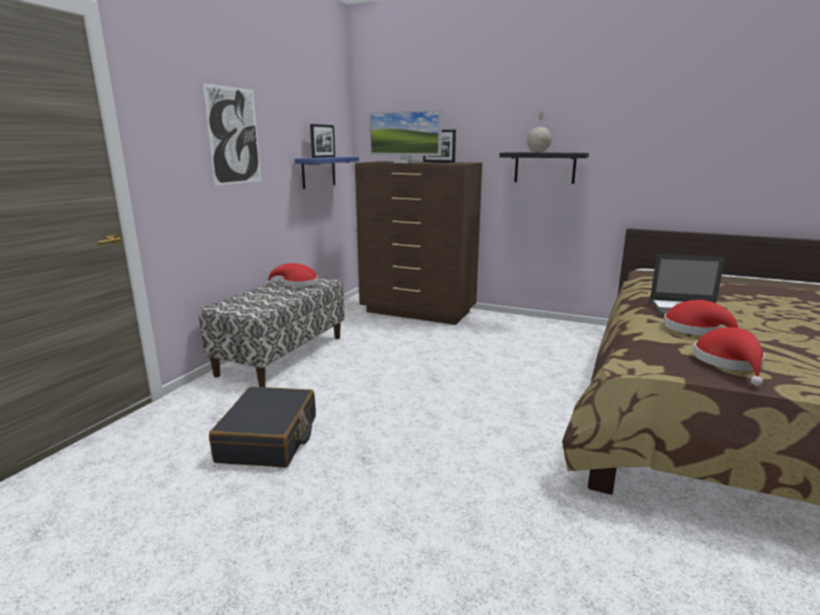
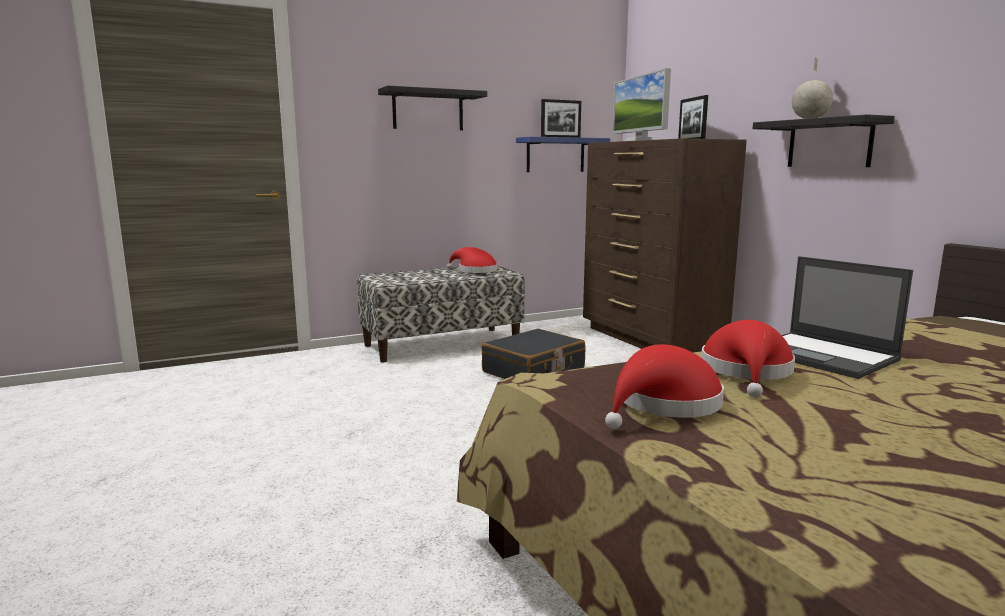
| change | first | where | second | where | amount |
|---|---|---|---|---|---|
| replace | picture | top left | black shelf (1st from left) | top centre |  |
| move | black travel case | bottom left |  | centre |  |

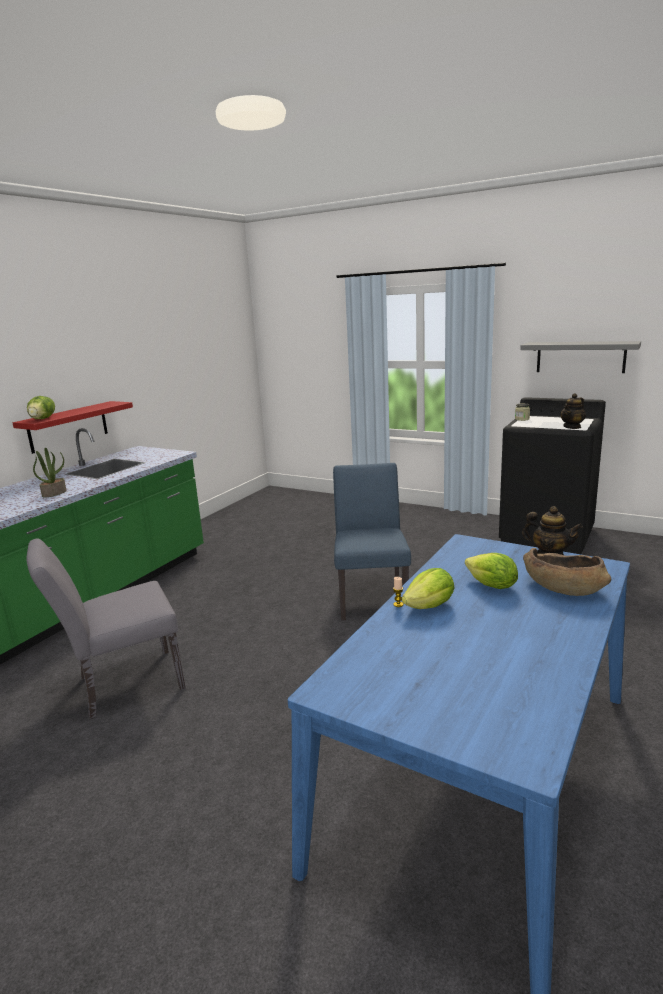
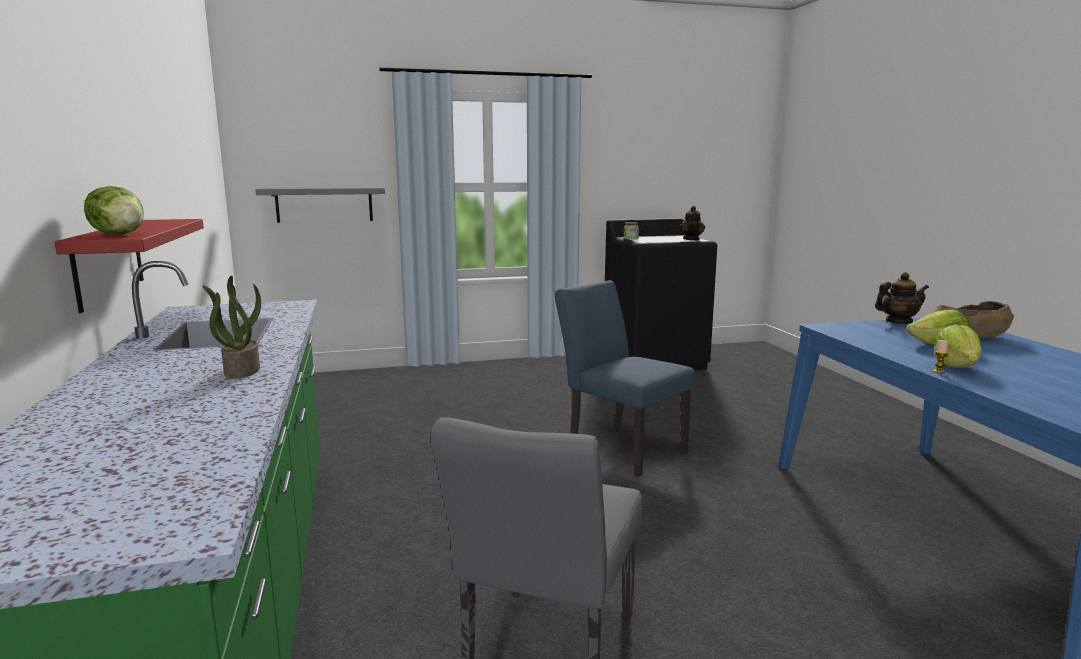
| change | first | where | second | where | amount |
|---|---|---|---|---|---|
| move | gray shelf | middle right |  | top left |  |

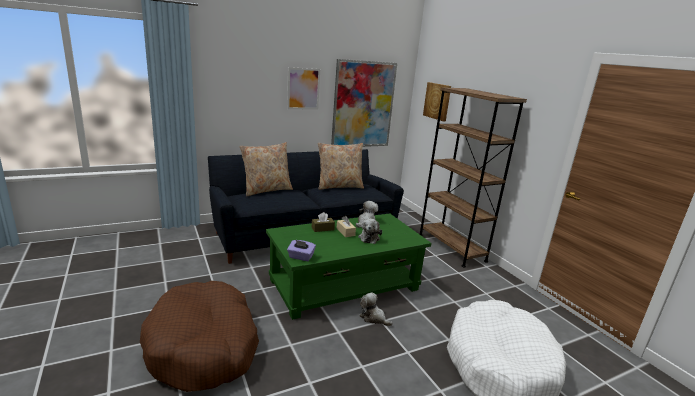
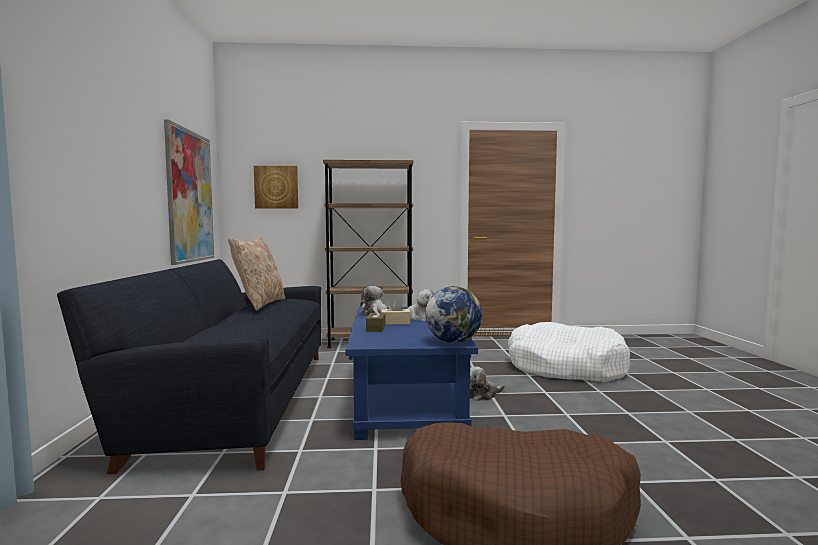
| change | first | where | second | where | amount |
|---|---|---|---|---|---|
| delete | picture (1st from left) | top centre |  |  |  |
| delete | beige-coloured throw pillow (1st from left) | centre |  |  |  |
| recolor | green-coloured low table | bottom centre | bluish low table | bottom centre |  |
| replace | purple tissue box | centre | globe | centre |  |

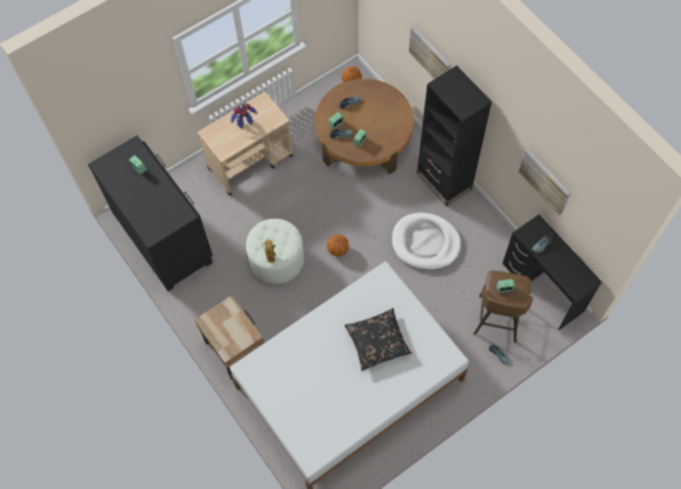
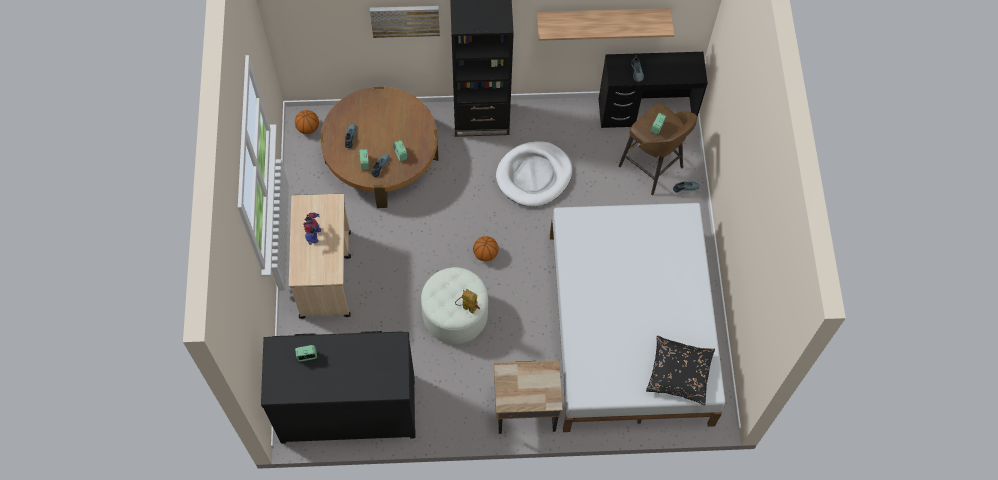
| change | first | where | second | where | amount |
|---|---|---|---|---|---|
| replace | picture (2nd from left) | middle right | shelf | top centre |  |
| move | black throw pillow | bottom centre |  | bottom right |  |

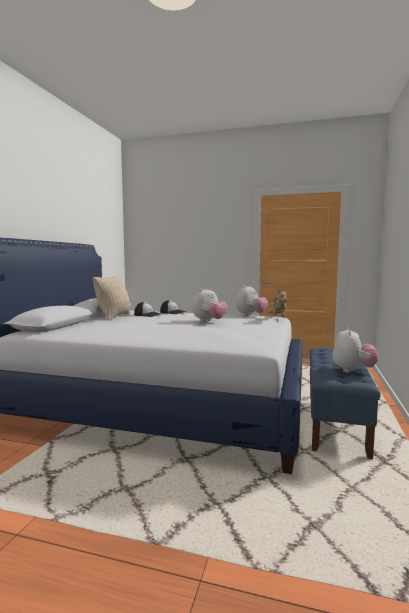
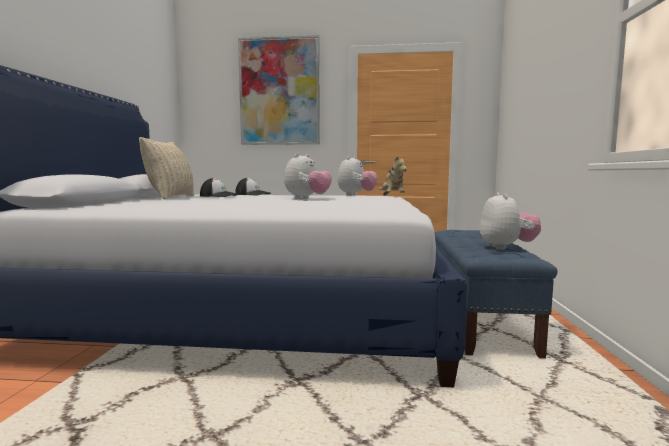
| change | first | where | second | where | amount |
|---|---|---|---|---|---|
| insert |  |  | picture | top centre |  |

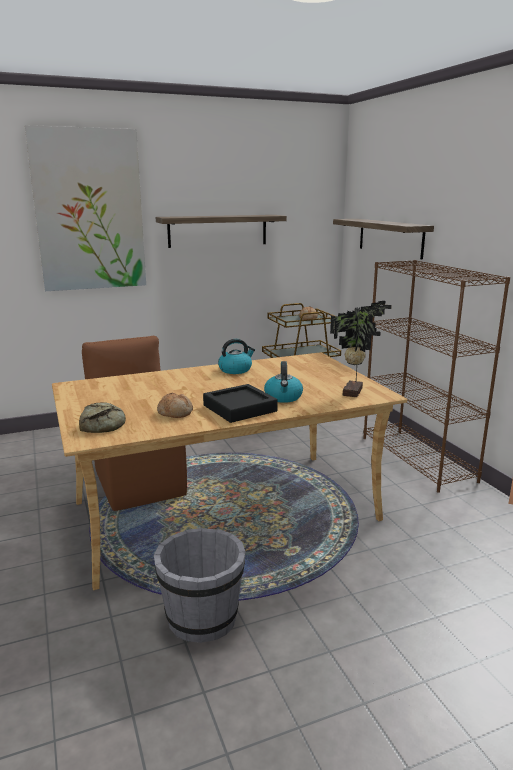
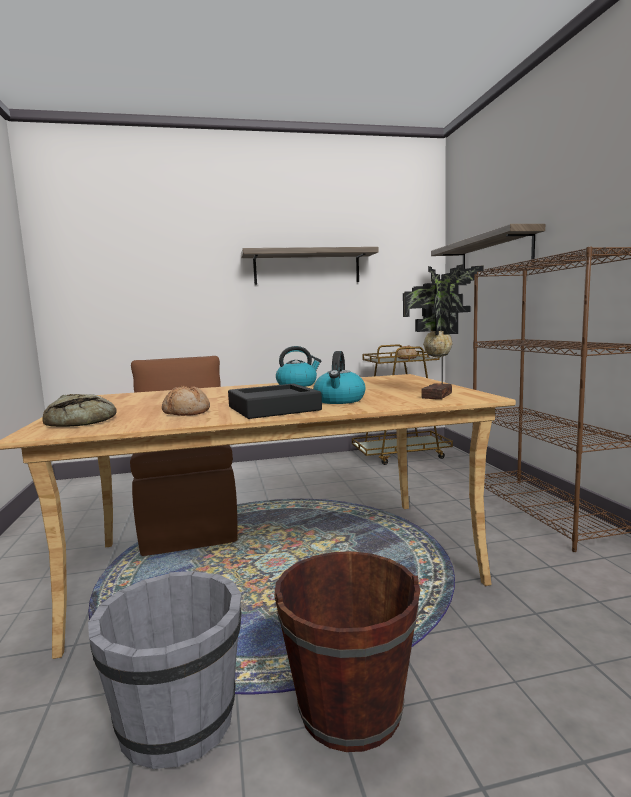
| change | first | where | second | where | amount |
|---|---|---|---|---|---|
| delete | picture | top left |  |  |  |
| insert |  |  | brownish bucket | bottom centre |  |

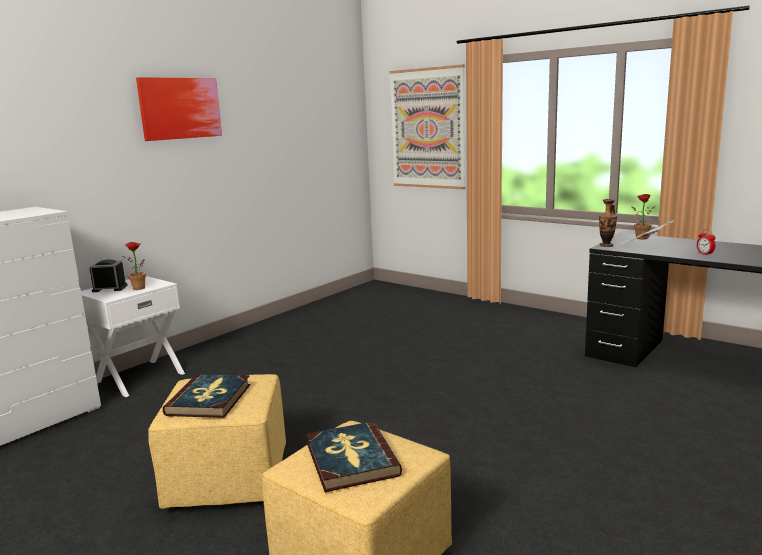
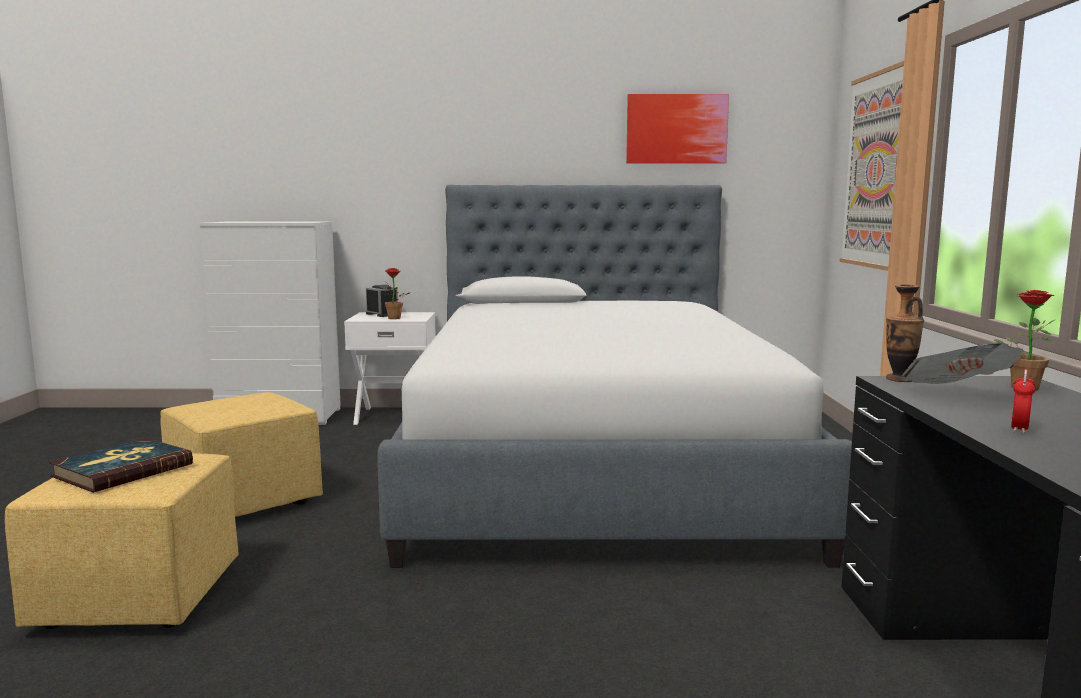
| change | first | where | second | where | amount |
|---|---|---|---|---|---|
| move | picture (1st from left) | top left |  | top centre |  |
| delete | bound book (1st from left) | bottom left |  |  |  |
| insert |  |  | bedroom bed | centre |  |

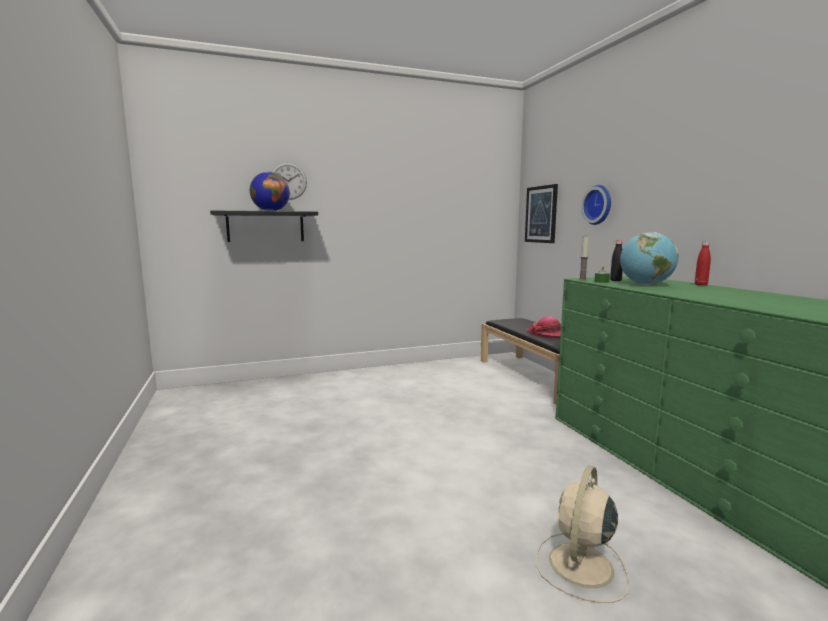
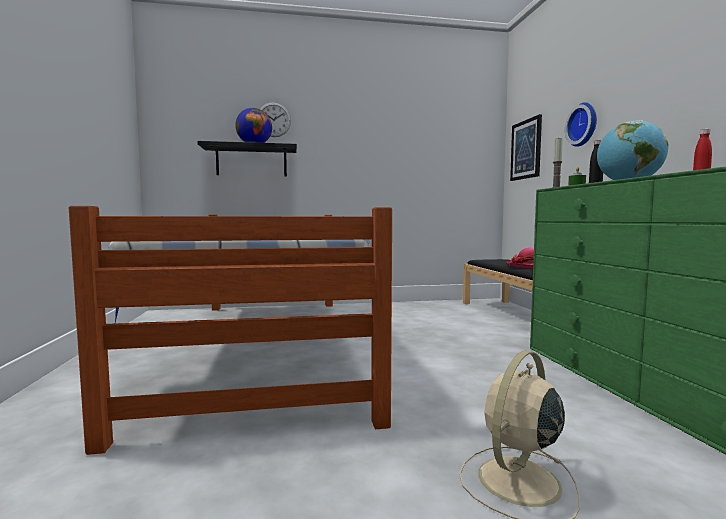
| change | first | where | second | where | amount |
|---|---|---|---|---|---|
| insert |  |  | bedroom bed | middle left |  |

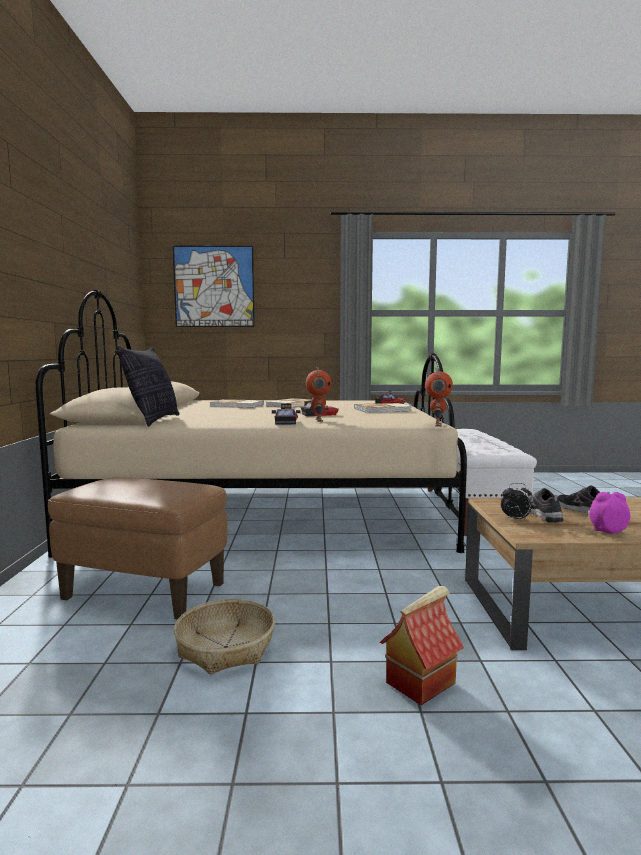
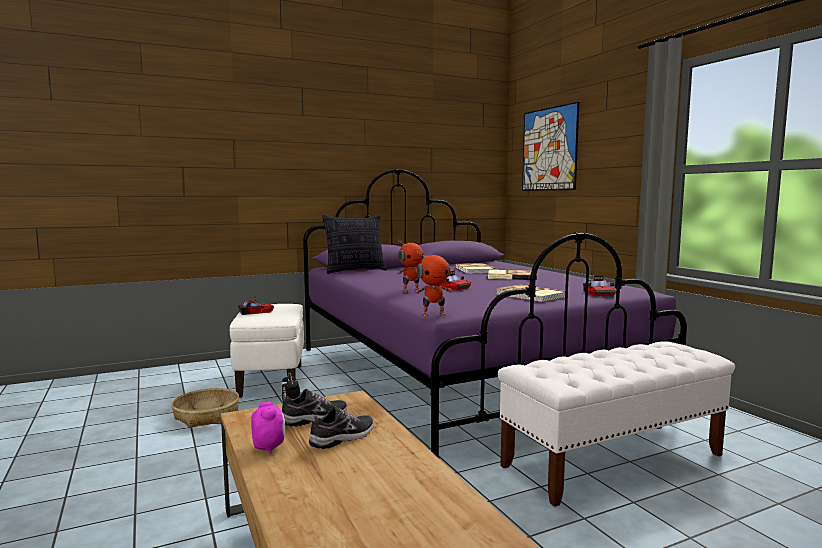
| change | first | where | second | where | amount |
|---|---|---|---|---|---|
| recolor | beige-coloured bedroom bed | centre | purple bedroom bed | centre |  |
| move | toy car (1st from left) | centre |  | middle left |  |
| recolor | brownish ottoman | middle left | white-coloured ottoman | middle left |  |
| delete | model house | bottom centre |  |  |  |

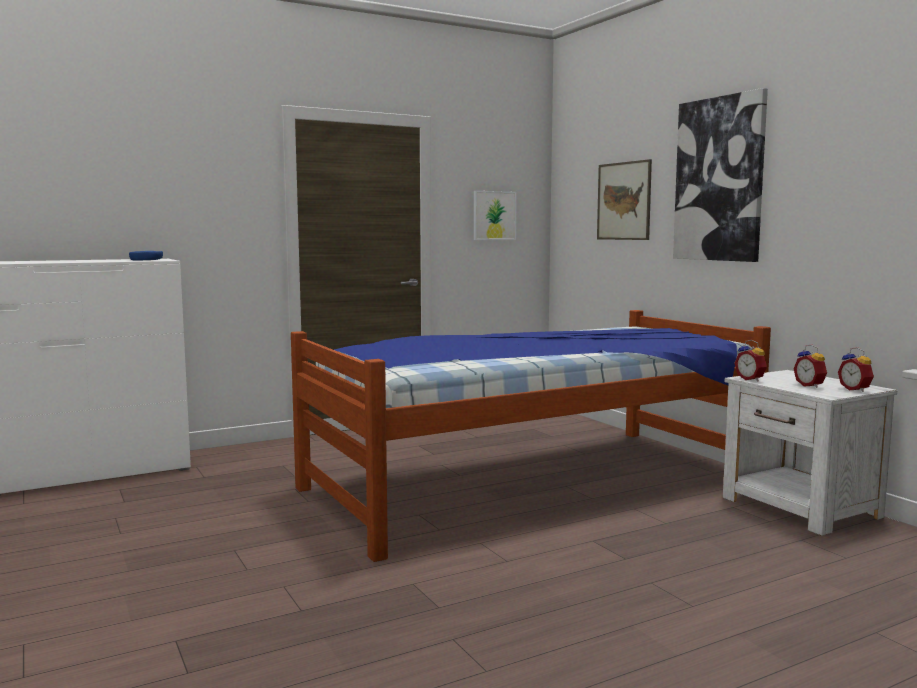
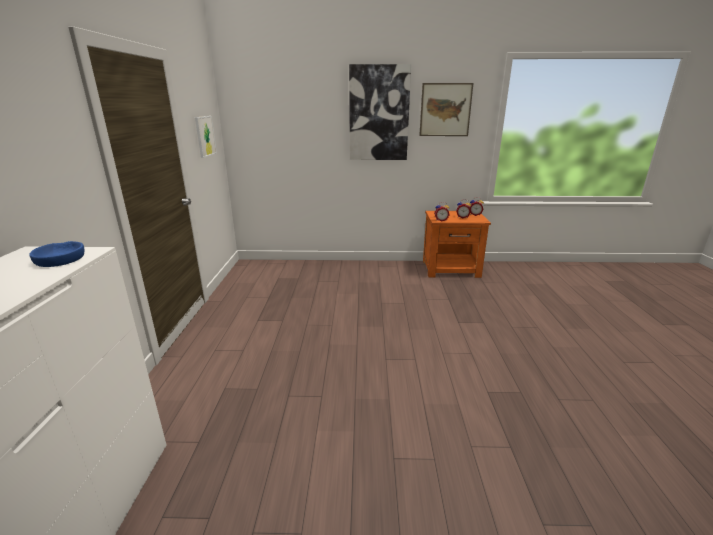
| change | first | where | second | where | amount |
|---|---|---|---|---|---|
| move | picture (2nd from left in the first image) | top right | picture (3rd from left) | top centre |  |
| delete | bedroom bed | centre |  |  |  |
| recolor | white-coloured bedside table | middle right | orange-coloured bedside table | centre |  |

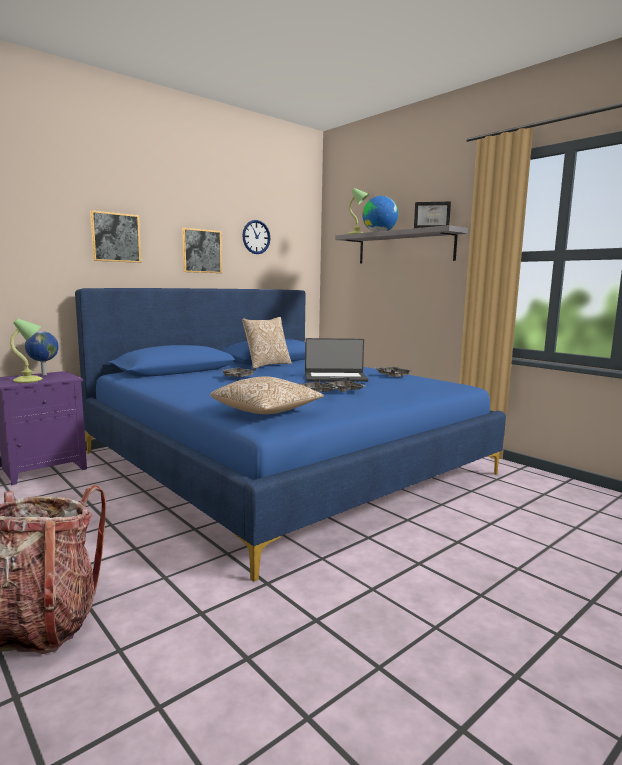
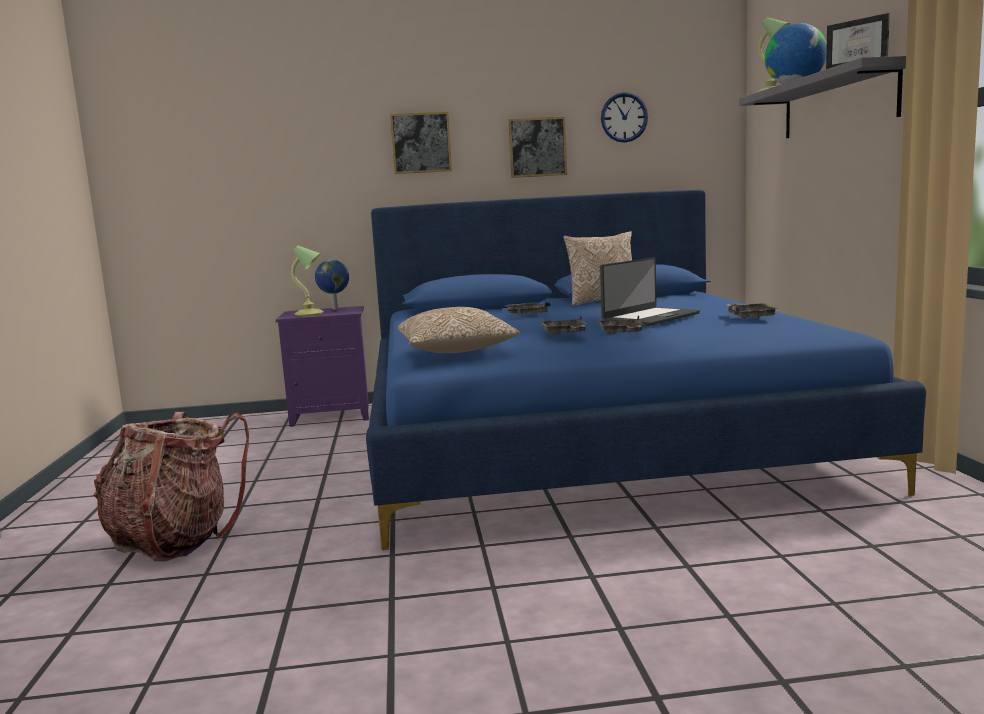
| change | first | where | second | where | amount |
|---|---|---|---|---|---|
| rotate | notebook computer | centre |  | centre | 75 degrees counterclockwise |

